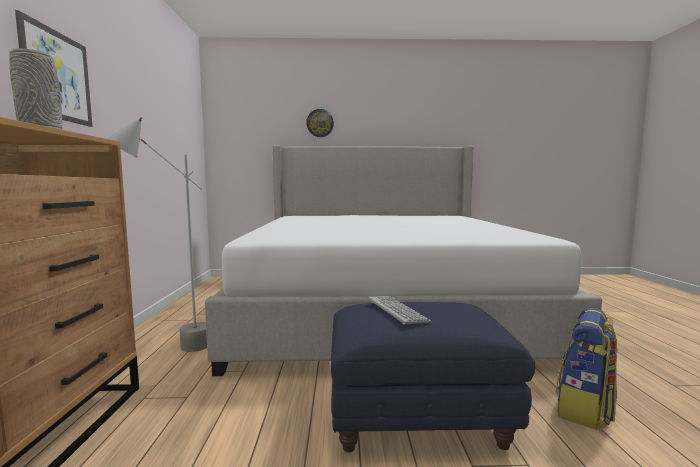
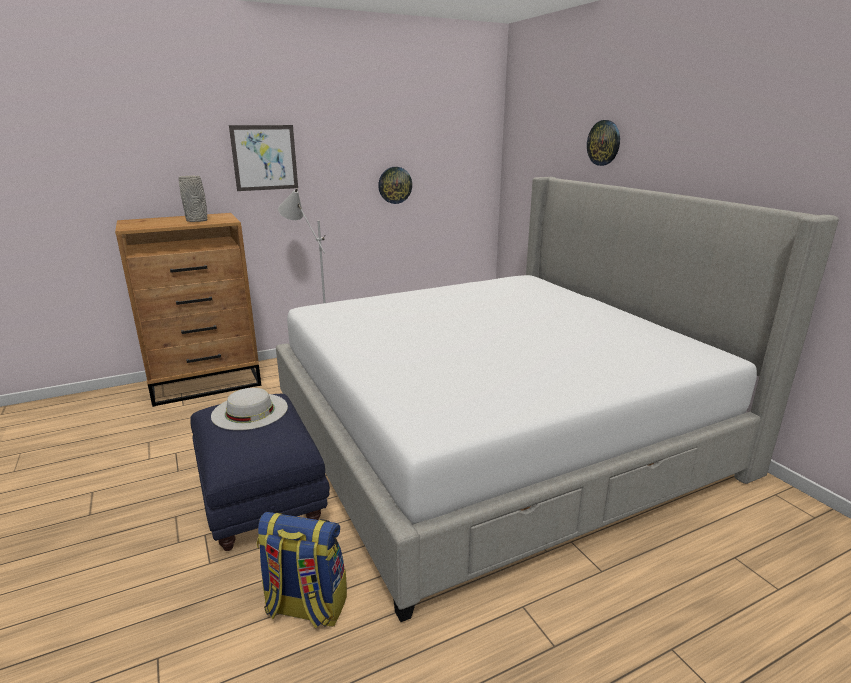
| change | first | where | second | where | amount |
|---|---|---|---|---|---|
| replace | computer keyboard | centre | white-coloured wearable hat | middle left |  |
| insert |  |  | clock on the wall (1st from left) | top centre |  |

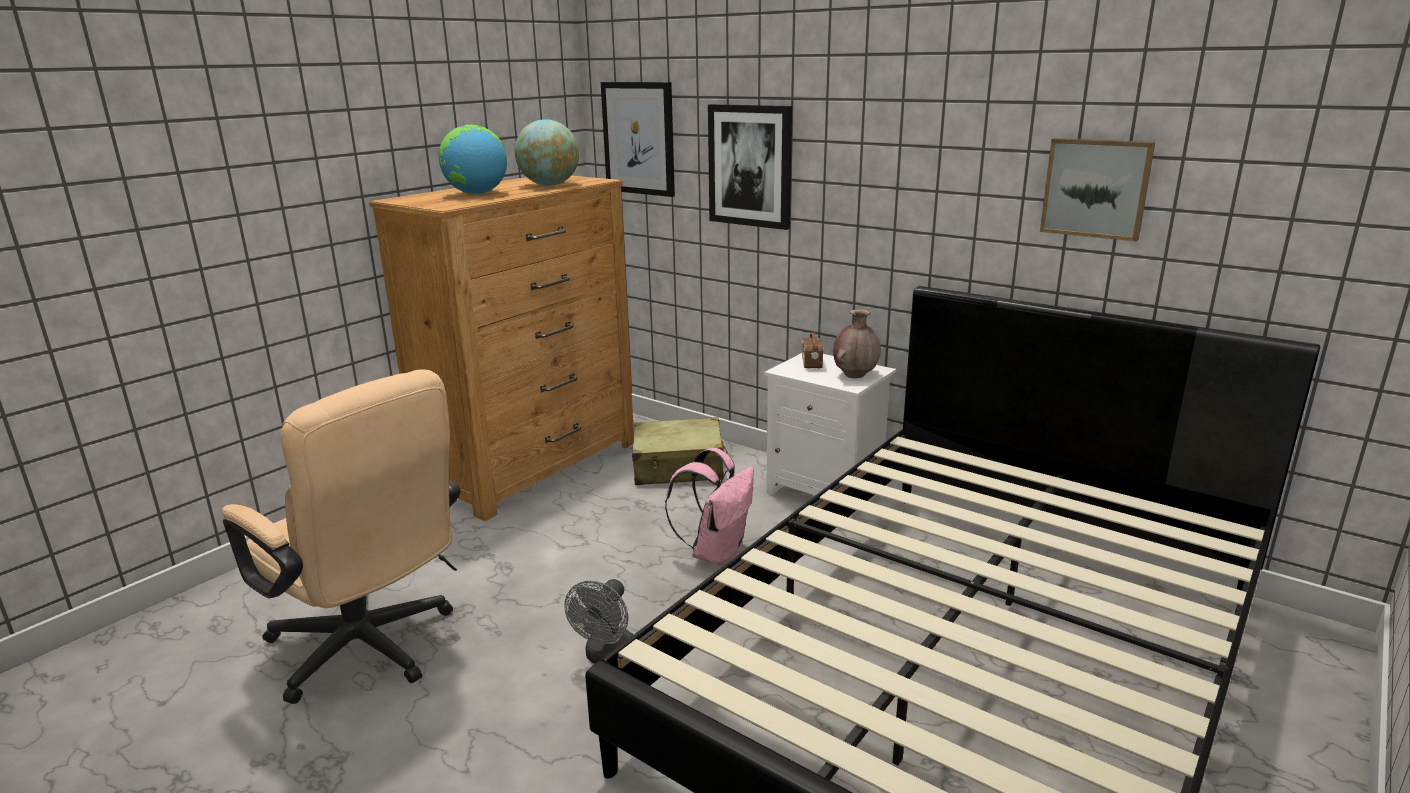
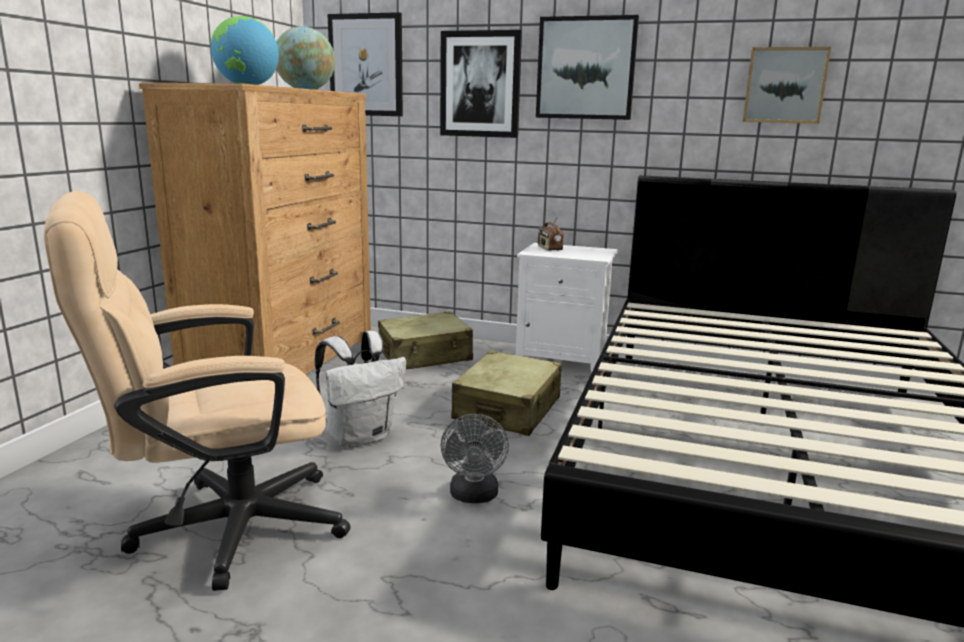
| change | first | where | second | where | amount |
|---|---|---|---|---|---|
| delete | brownish flower vase | centre |  |  |  |
| rotate | beige-coloured office chair | bottom left |  | middle left | 135 degrees clockwise |
| replace | pink backpack | centre | beige-coloured travel case (2nd from left) | centre |  |
| insert |  |  | picture (3rd from left) | top centre |  |
| insert |  |  | white-coloured backpack | centre |  |

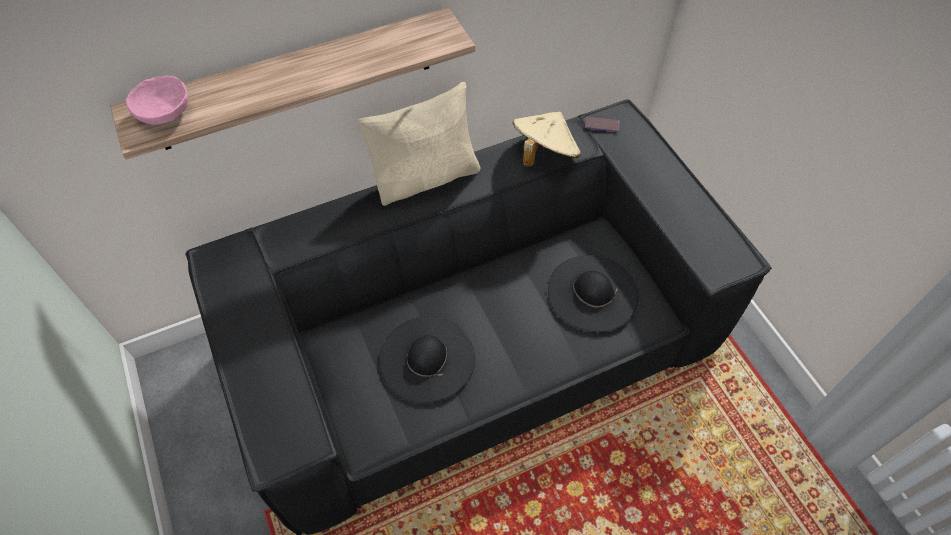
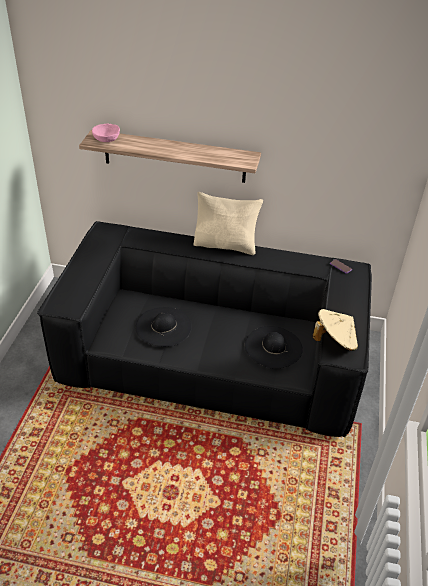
| change | first | where | second | where | amount |
|---|---|---|---|---|---|
| move | beige-coloured wearable hat | top centre |  | middle right |  |

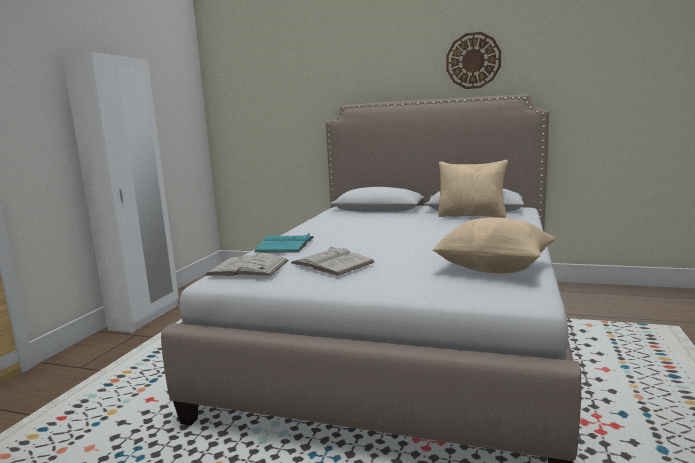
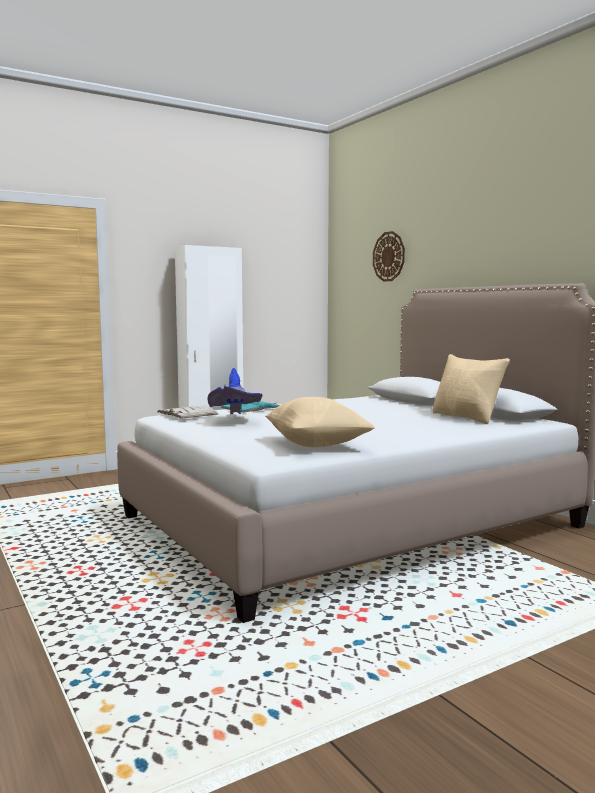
| change | first | where | second | where | amount |
|---|---|---|---|---|---|
| move | clock on the wall | top right |  | top centre |  |
| replace | white-coloured bound book (2nd from left) | centre | bluish wearable hat | centre |  |

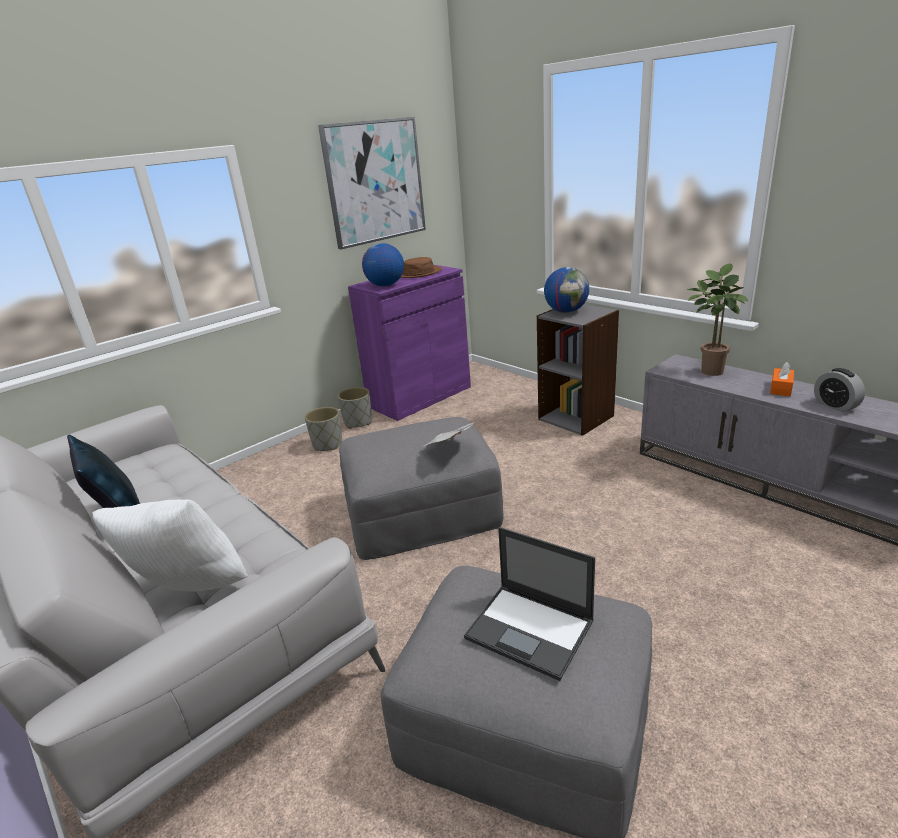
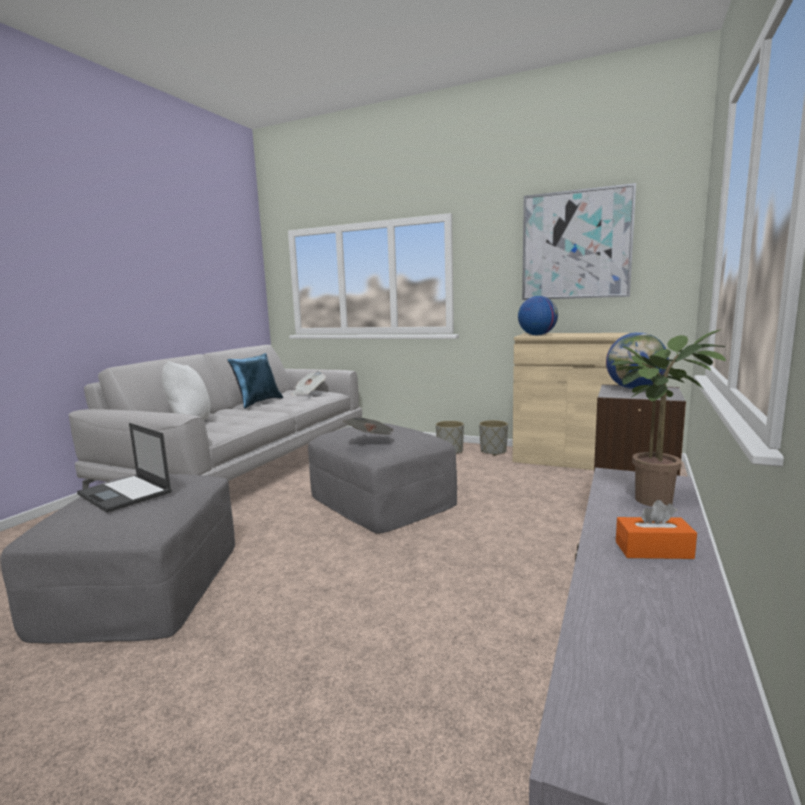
| change | first | where | second | where | amount |
|---|---|---|---|---|---|
| delete | brownish wearable hat | top centre |  |  |  |
| recolor | purple storage cabinet | centre | beige-coloured storage cabinet | middle right |  |
| delete | table clock | middle right |  |  |  |
| rotate | notebook computer | bottom centre |  | middle left | 60 degrees counterclockwise |
| insert |  |  | daily paper (1st from left) | centre |  |

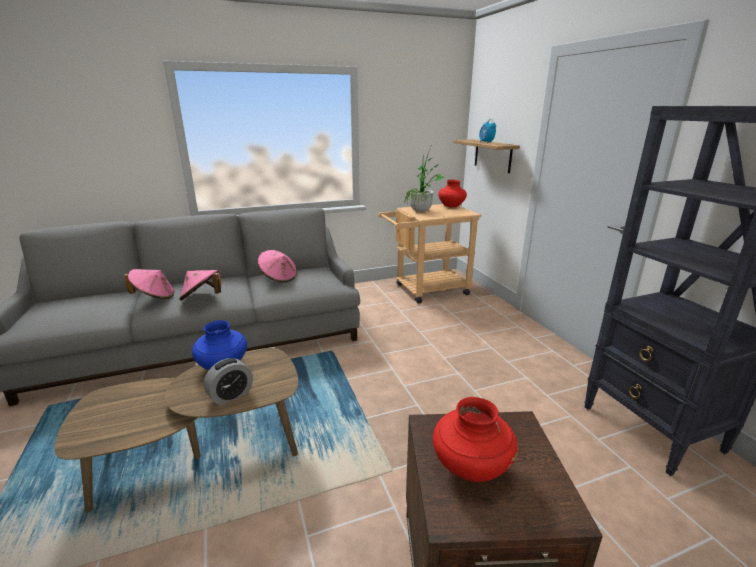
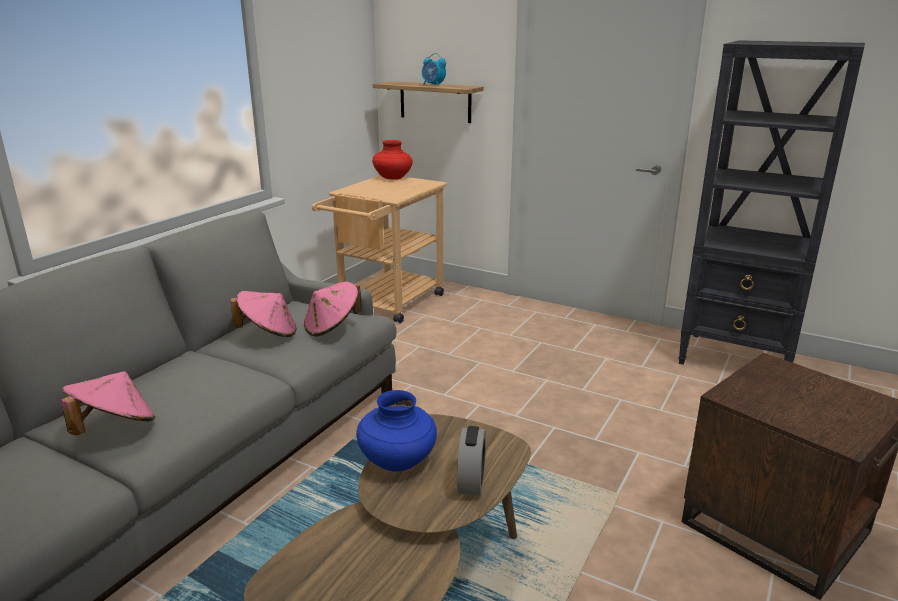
| change | first | where | second | where | amount |
|---|---|---|---|---|---|
| delete | plant in a pot | top centre |  |  |  |
| move | pink wearable hat (2nd from left in the first image) | middle left | pink wearable hat (3rd from left) | centre |  |
| delete | red-coloured flower vase (2nd from left) | bottom centre |  |  |  |

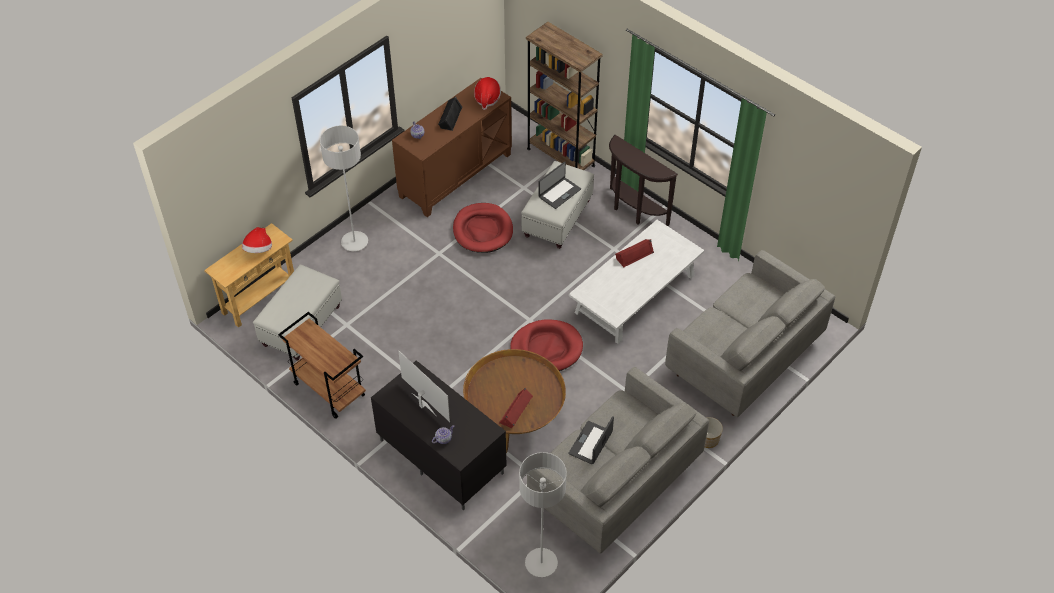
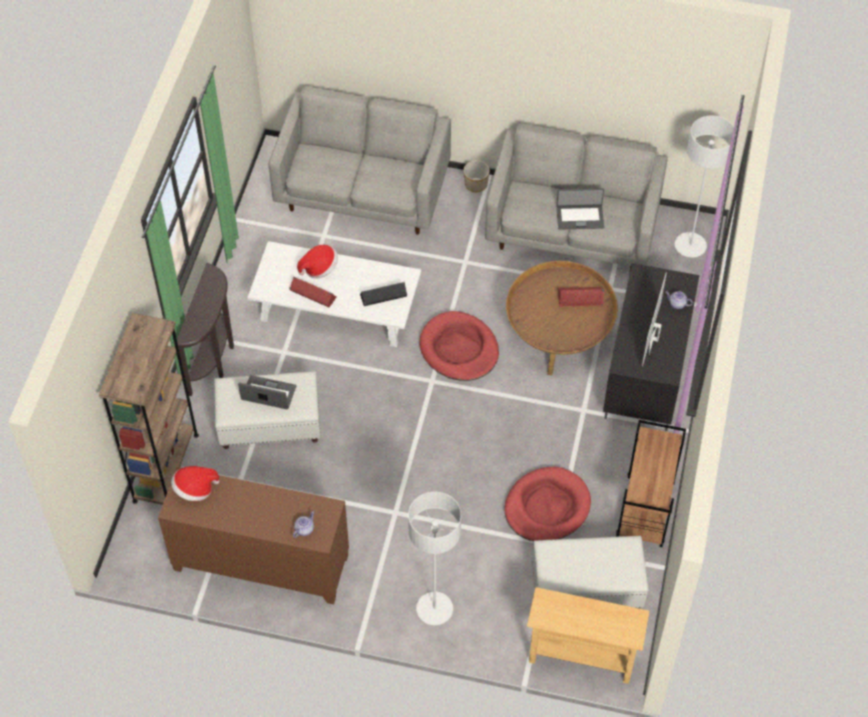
| change | first | where | second | where | amount |
|---|---|---|---|---|---|
| move | black audio speaker | top centre |  | centre |  |
| move | red-coloured dog bed (1st from left in the first image) | centre | red-coloured dog bed (2nd from left) | bottom centre |  |
| move | wearable hat (1st from left in the first image) | middle left | wearable hat (2nd from left) | centre |  |

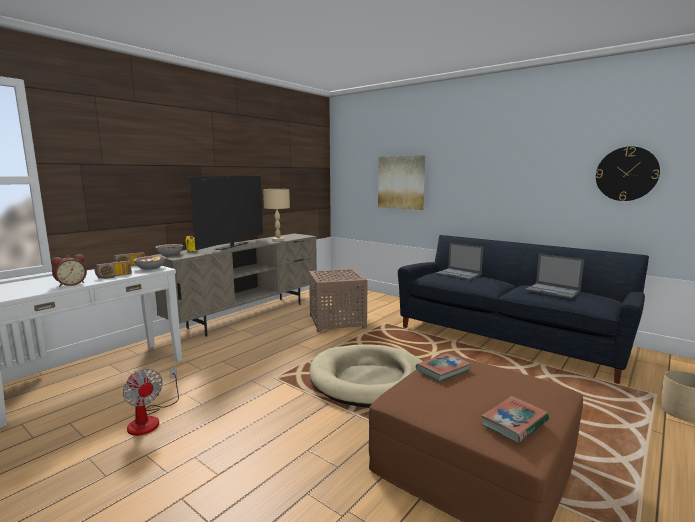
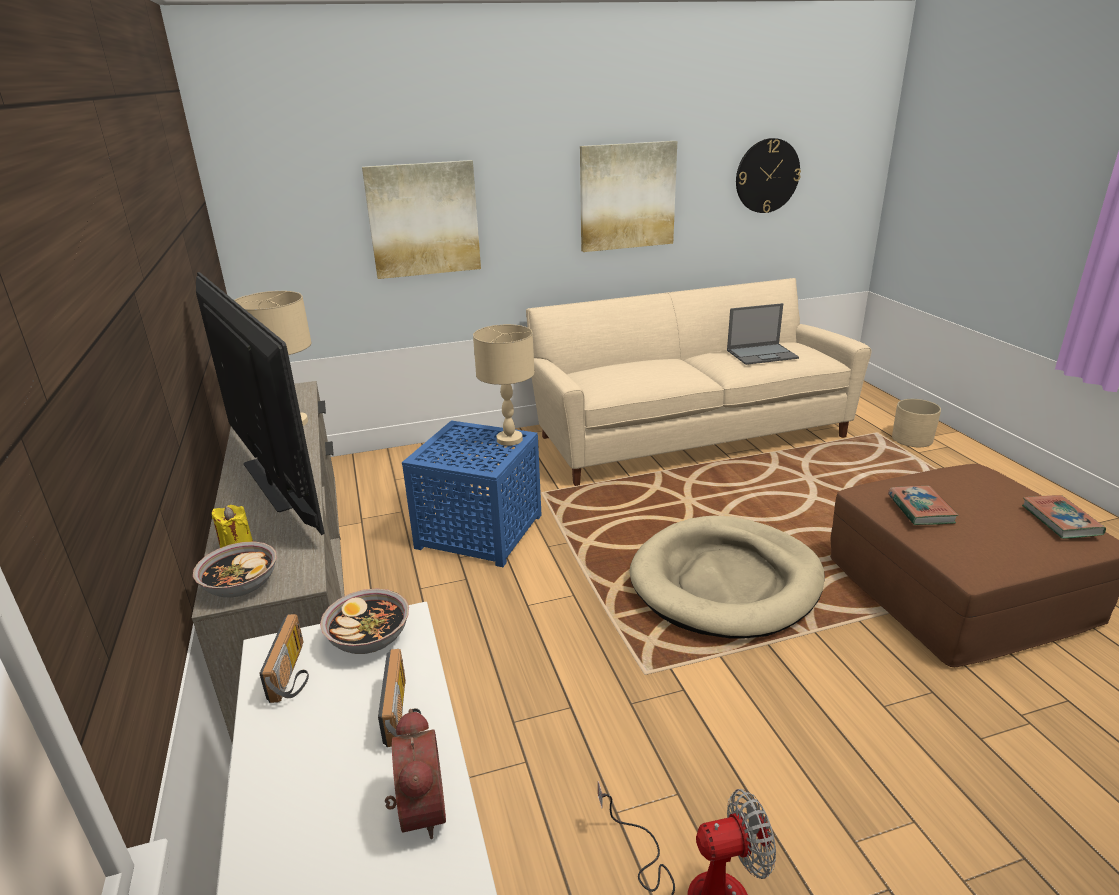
| change | first | where | second | where | amount |
|---|---|---|---|---|---|
| recolor | black sofa | middle right | beige-coloured sofa | centre |  |
| delete | notebook computer (1st from left) | centre |  |  |  |
| recolor | brownish side table | centre | bluish side table | centre |  |
| insert |  |  | picture (2nd from left) | top centre |  |
| insert |  |  | beige-coloured table lamp (2nd from left) | centre |  |

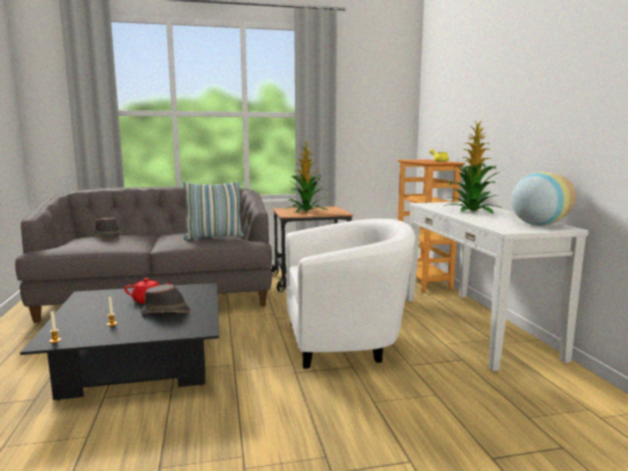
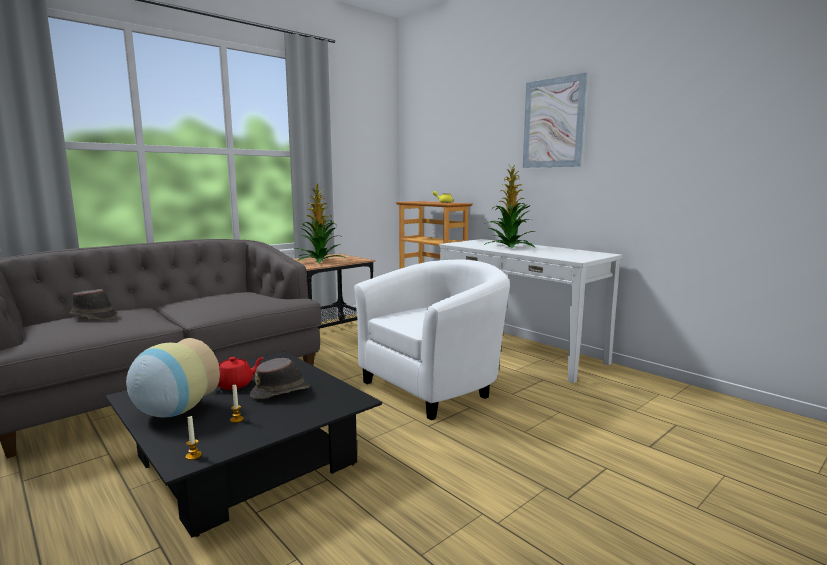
| change | first | where | second | where | amount |
|---|---|---|---|---|---|
| move | flower vase | middle right |  | bottom left |  |
| delete | throw pillow | centre |  |  |  |
| insert |  |  | picture | top right |  |

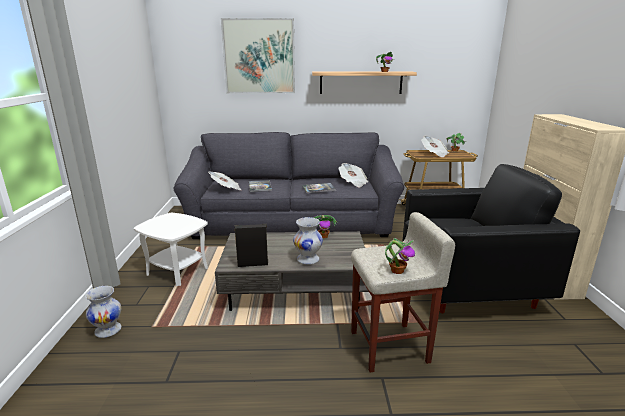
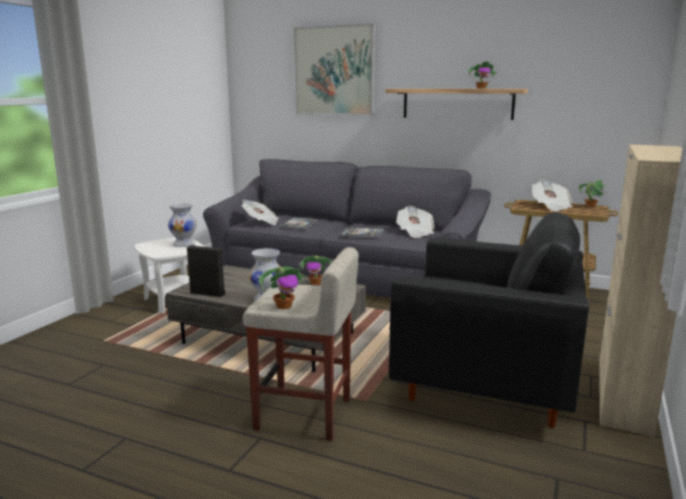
| change | first | where | second | where | amount |
|---|---|---|---|---|---|
| move | white-coloured flower vase (1st from left) | bottom left |  | middle left |  |

